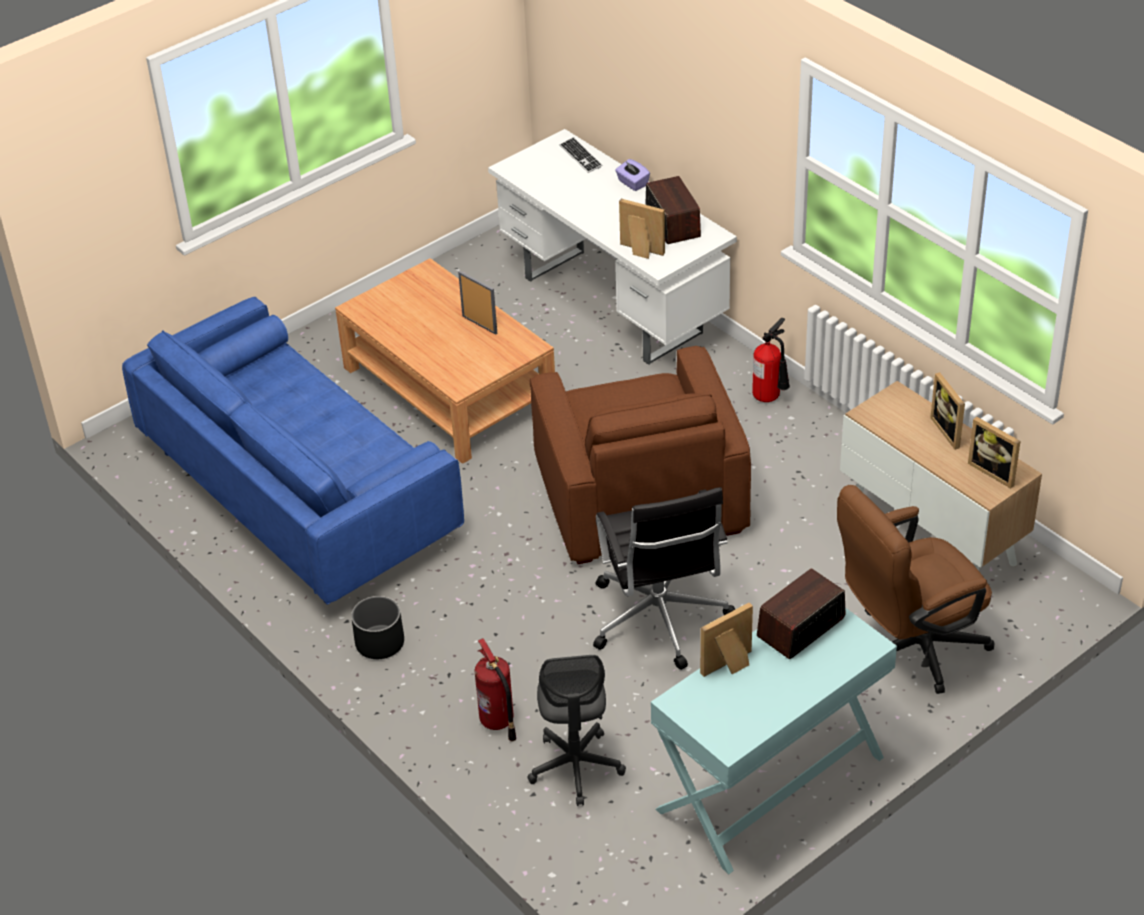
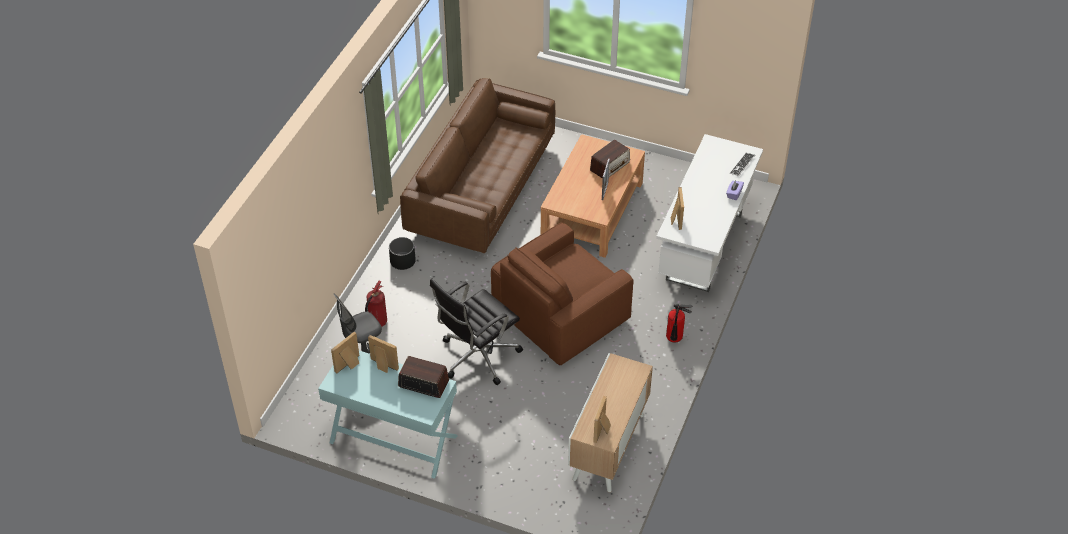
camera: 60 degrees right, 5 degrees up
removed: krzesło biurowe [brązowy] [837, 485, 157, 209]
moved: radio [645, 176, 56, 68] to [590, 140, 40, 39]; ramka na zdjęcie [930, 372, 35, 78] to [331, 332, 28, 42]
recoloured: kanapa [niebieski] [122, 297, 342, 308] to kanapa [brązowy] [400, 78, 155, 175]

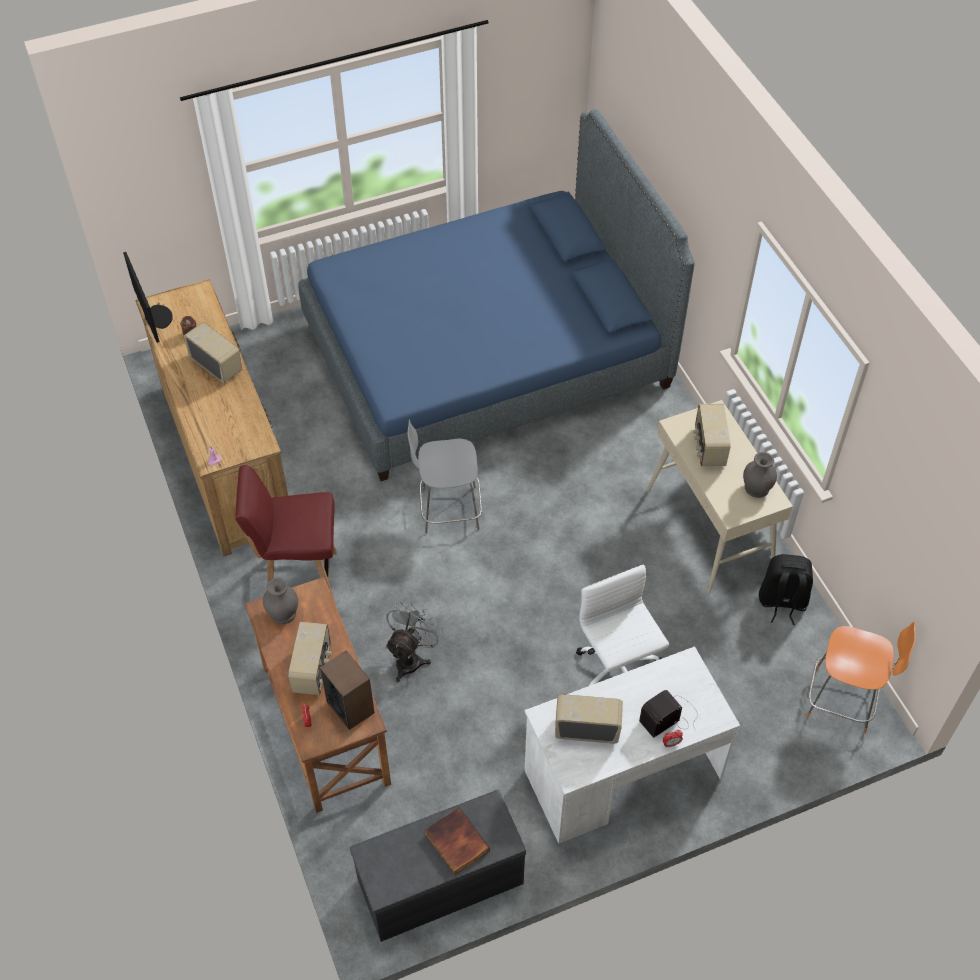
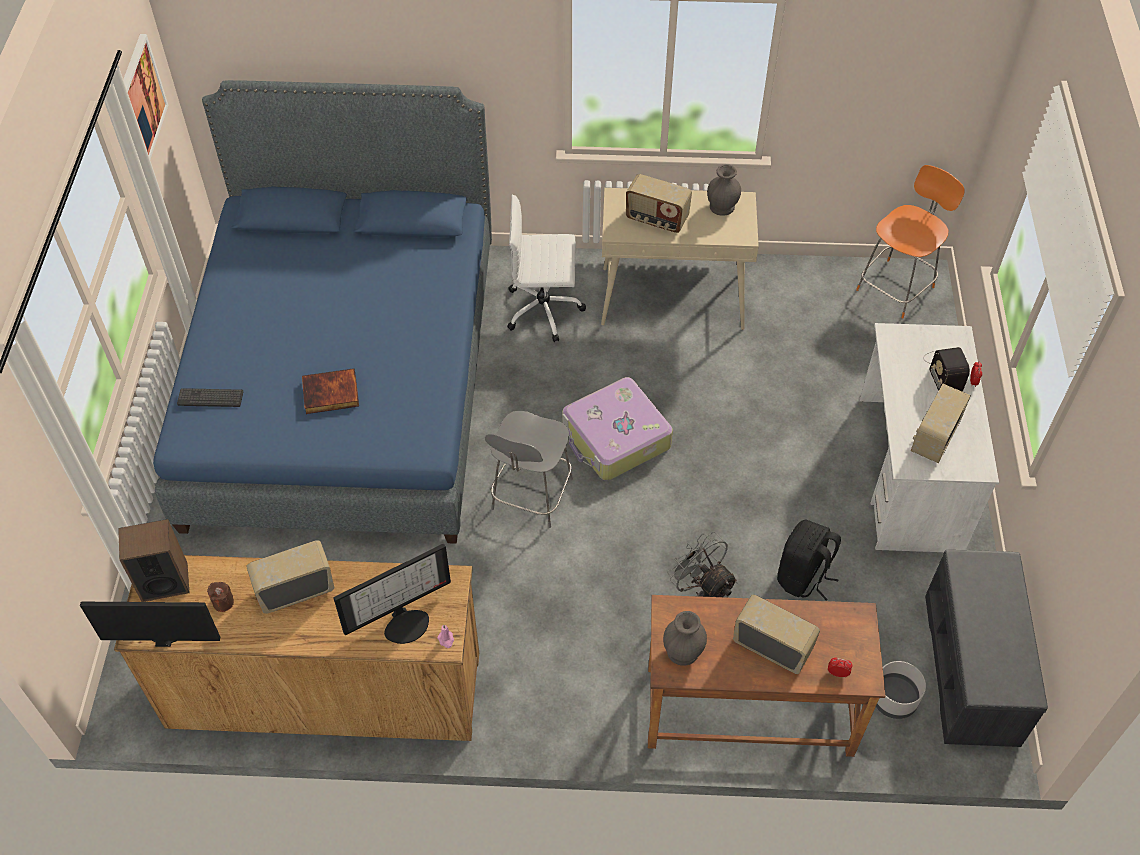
camera: 65 degrees left, 0 degrees up
removed: krzesło [czerwony] [235, 465, 102, 140]
added: obraz [123, 34, 45, 125]; walizka [563, 377, 110, 104]; klawiatura [177, 388, 66, 19]; monitor [333, 544, 118, 100]; donica [szary] [876, 661, 50, 58]
moved: plecak [czarny] [759, 554, 54, 71] to [777, 520, 64, 80]; krzesło biurowe [biały] [576, 564, 93, 122] to [507, 195, 79, 147]; głośnik [320, 651, 55, 79] to [118, 519, 71, 83]; książka [424, 807, 66, 69] to [302, 368, 57, 46]

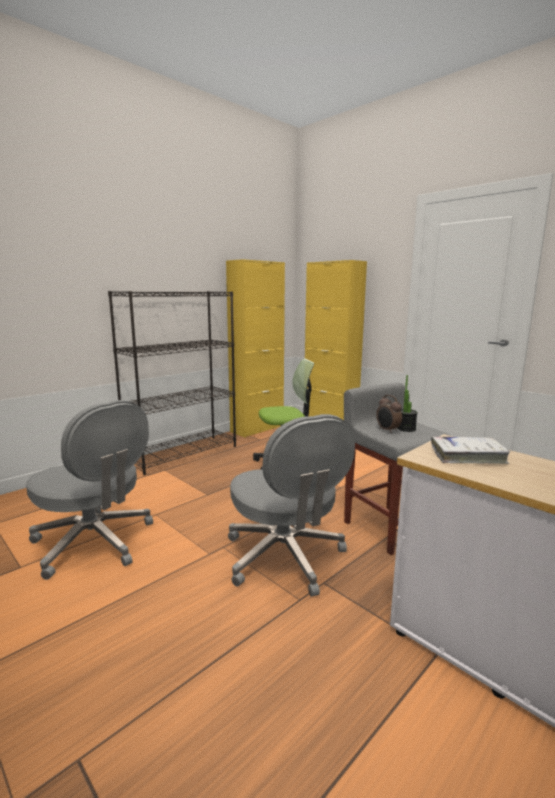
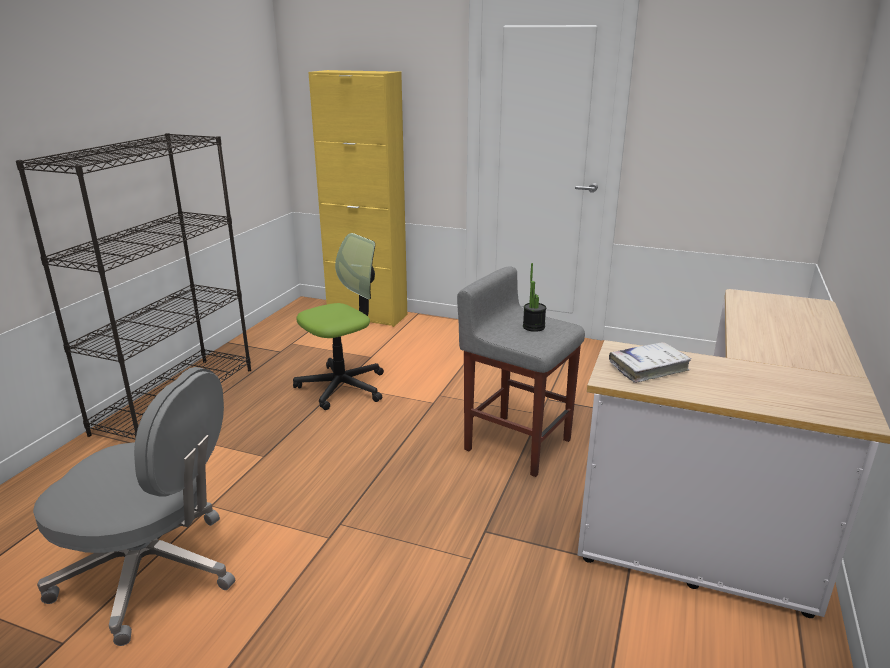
camera: 25 degrees left, 10 degrees up
removed: szafka [żółty] [226, 259, 59, 179]; budzik [376, 395, 26, 38]; krzesło biurowe [szary] [228, 414, 127, 182]

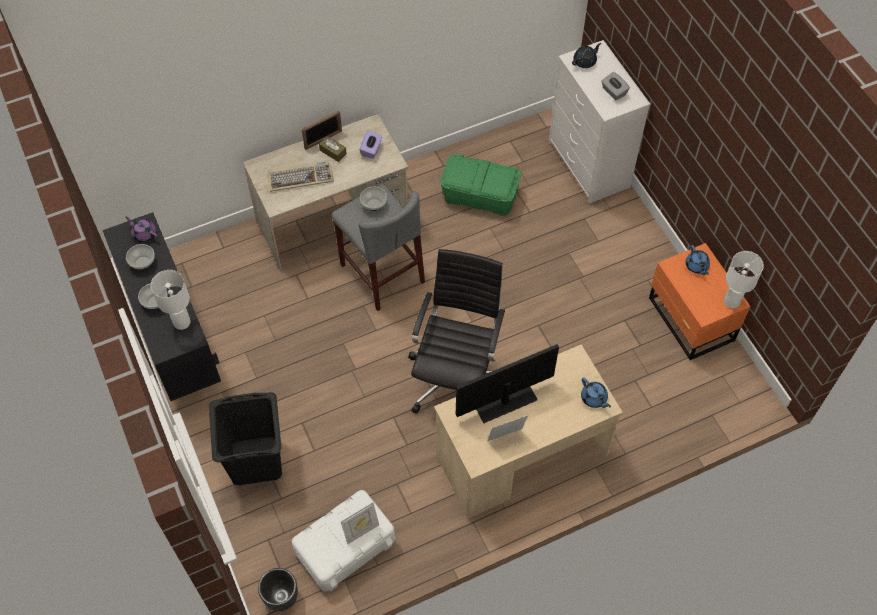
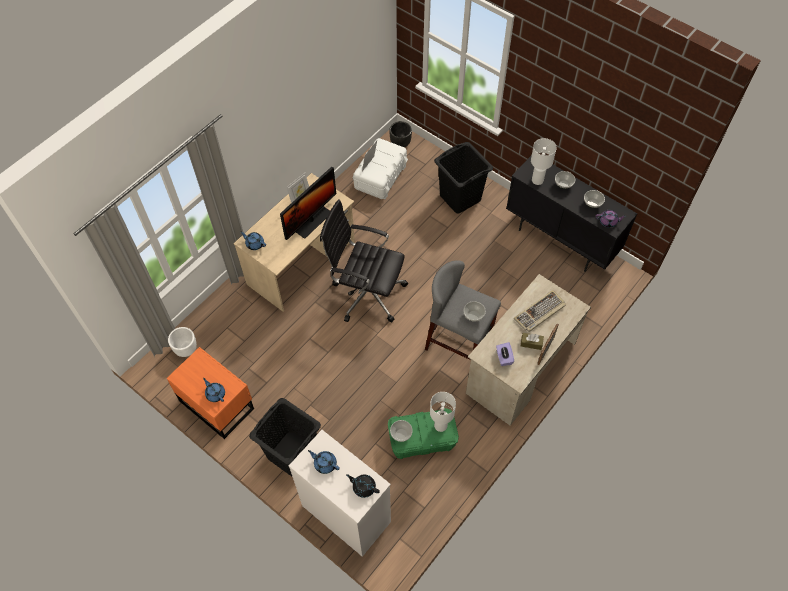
camera: 155 degrees right, 0 degrees up
added: donica [biały] [168, 327, 29, 30]; kosz na pranie [czarny] [249, 398, 72, 78]; miska [390, 420, 23, 22]
moved: lampa stołowa [biały] [724, 251, 40, 57] to [430, 392, 26, 40]
replaced: pudełko chusteczek [szary] [601, 72, 29, 28] to imbryk [niebieski] [308, 450, 32, 24]
turned: imbryk [czarny] [572, 43, 29, 25] = [346, 474, 34, 24] 90 degrees clockwise; krzesło biurowe [czarny] [408, 249, 98, 165] = [320, 199, 88, 123] 120 degrees clockwise

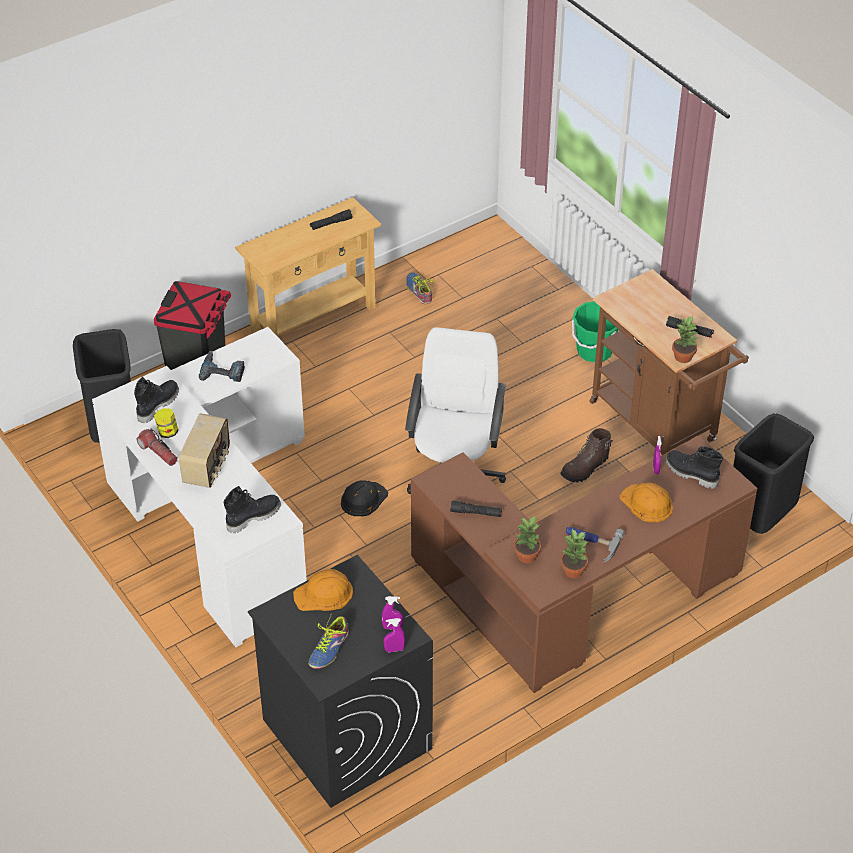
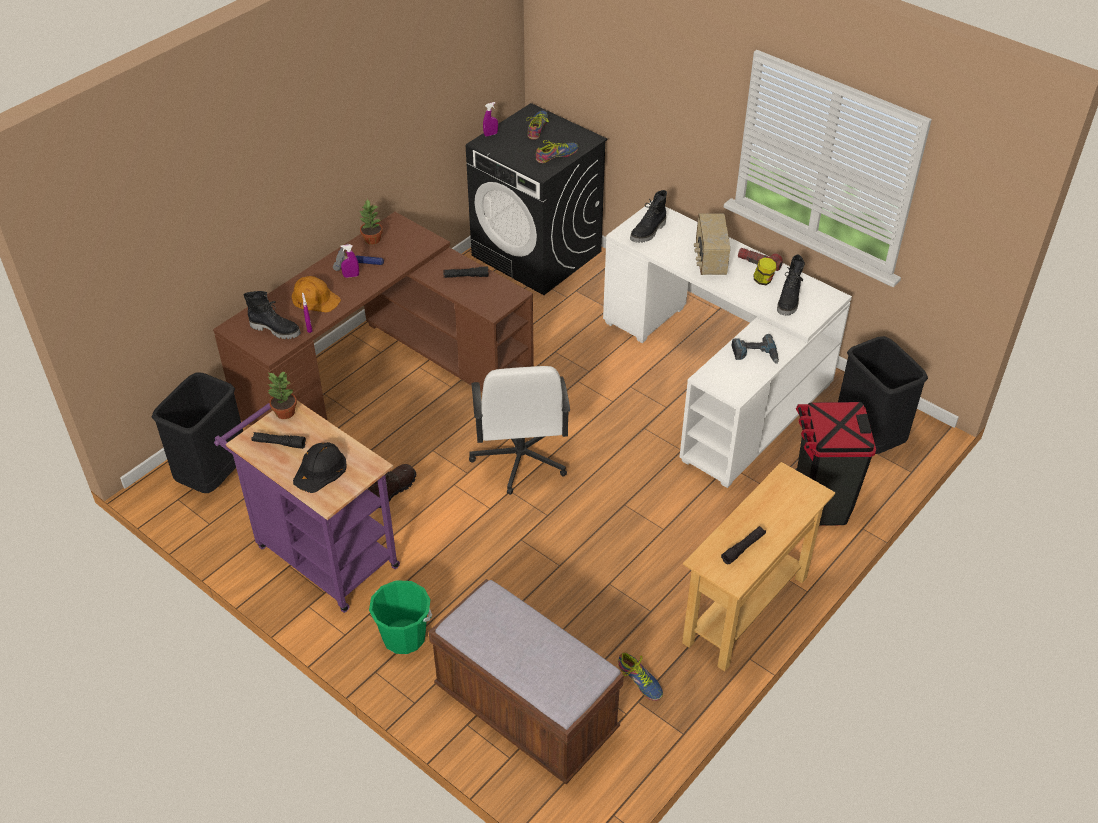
camera: 165 degrees right, 0 degrees up
removed: roślina doniczkowa [514, 517, 27, 46]
added: ławka [brązowy] [429, 579, 195, 205]
moved: kask [czarny] [341, 480, 47, 36] to [293, 442, 54, 51]; spryskiwacz [fioletowy] [382, 596, 21, 33] to [340, 244, 19, 34]
replaced: kask [pomarańczowy] [293, 569, 60, 42] to but [536, 140, 43, 23]
recoloured: wózek [brązowy] [590, 269, 159, 187] to wózek [fioletowy] [214, 398, 186, 215]

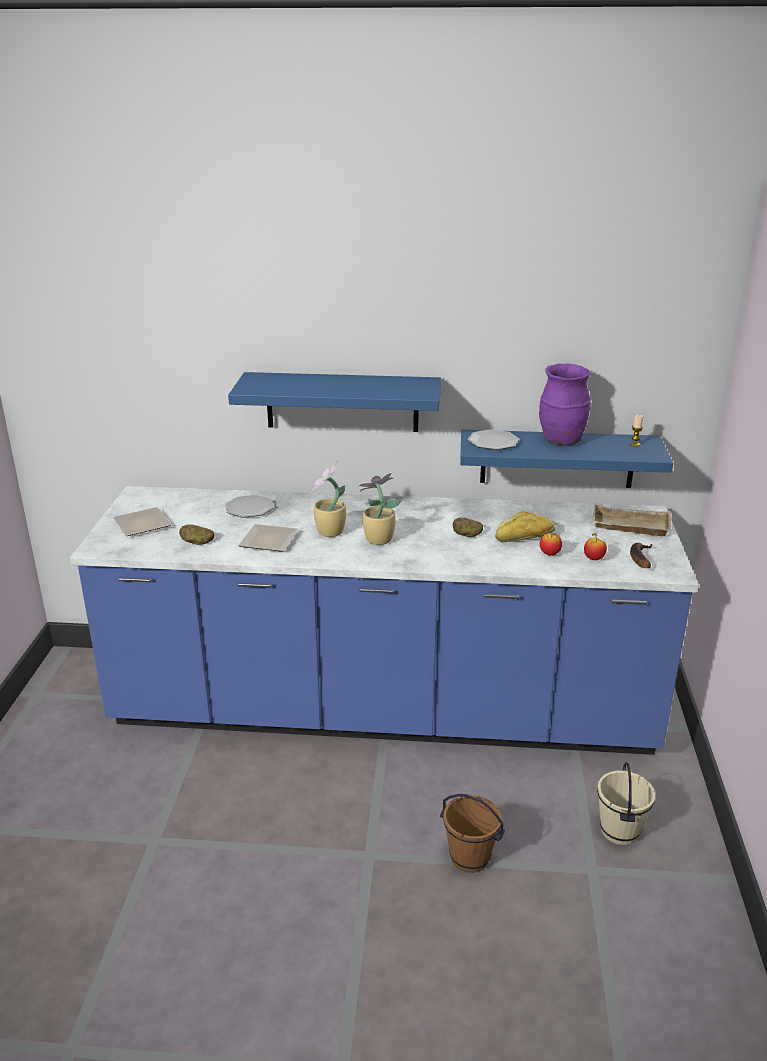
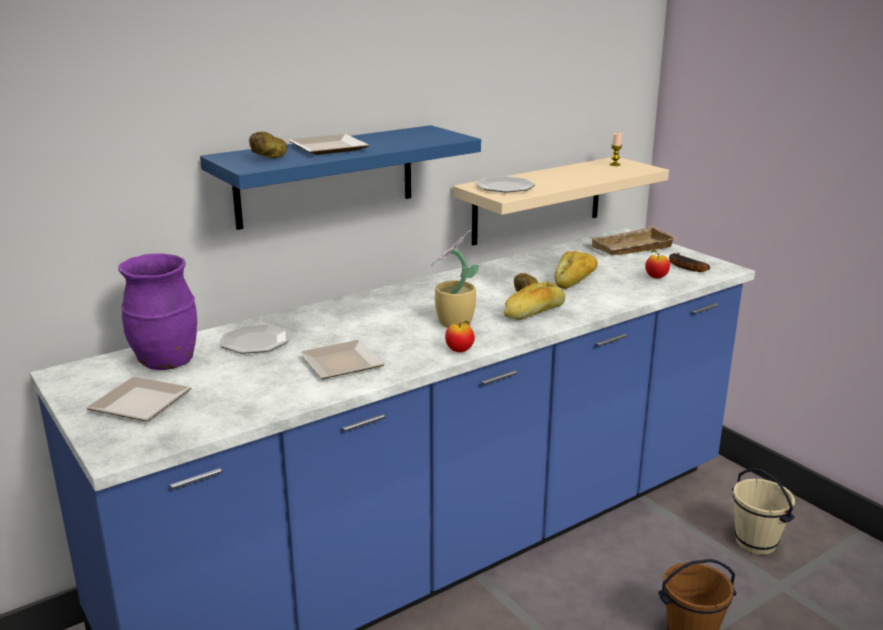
camera: 40 degrees left, 5 degrees down
removed: roślina doniczkowa [311, 460, 35, 77]
added: talerz [289, 134, 80, 21]; chleb [504, 281, 61, 39]
moved: wazon [fioletowy] [539, 363, 52, 82] to [118, 253, 79, 117]; ziemniak [179, 524, 35, 21] to [249, 132, 38, 26]; jabłko [540, 533, 22, 23] to [445, 321, 30, 31]
recoloured: półka [niebieski] [460, 429, 213, 59] to półka [beżowy] [453, 157, 216, 88]

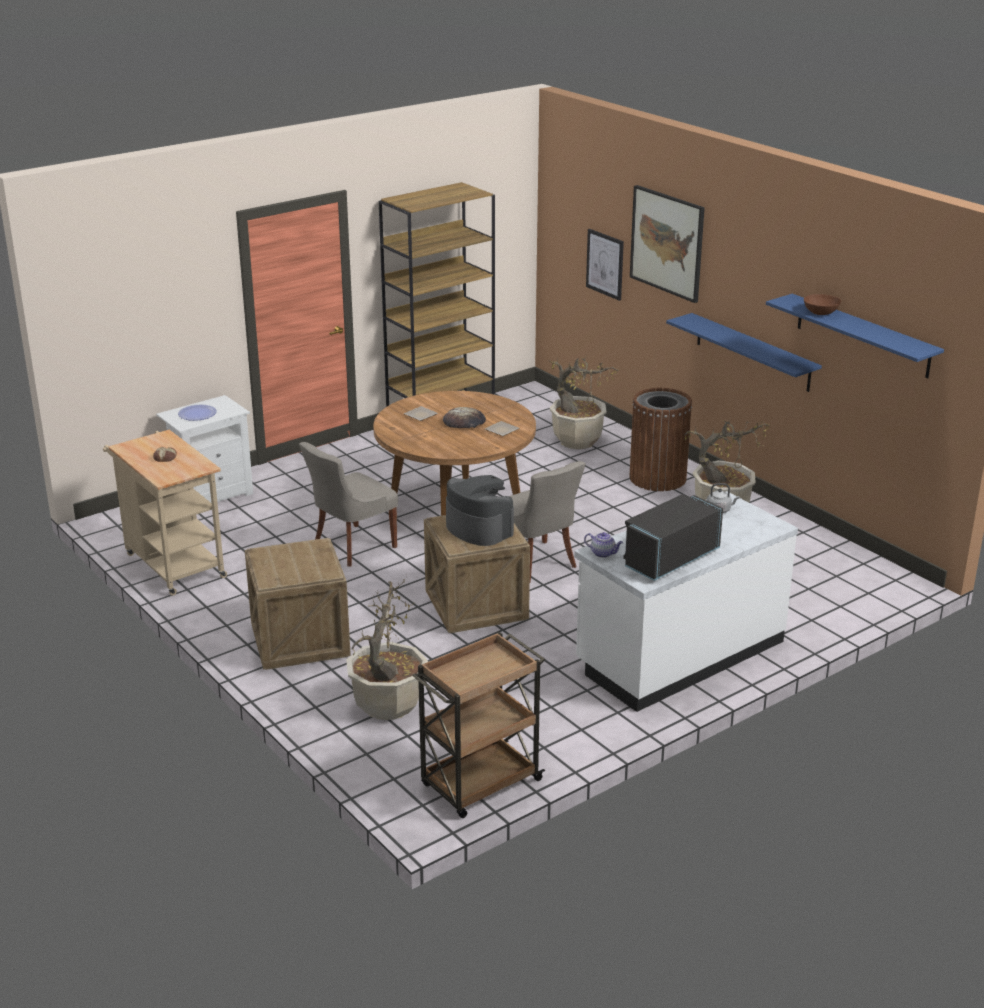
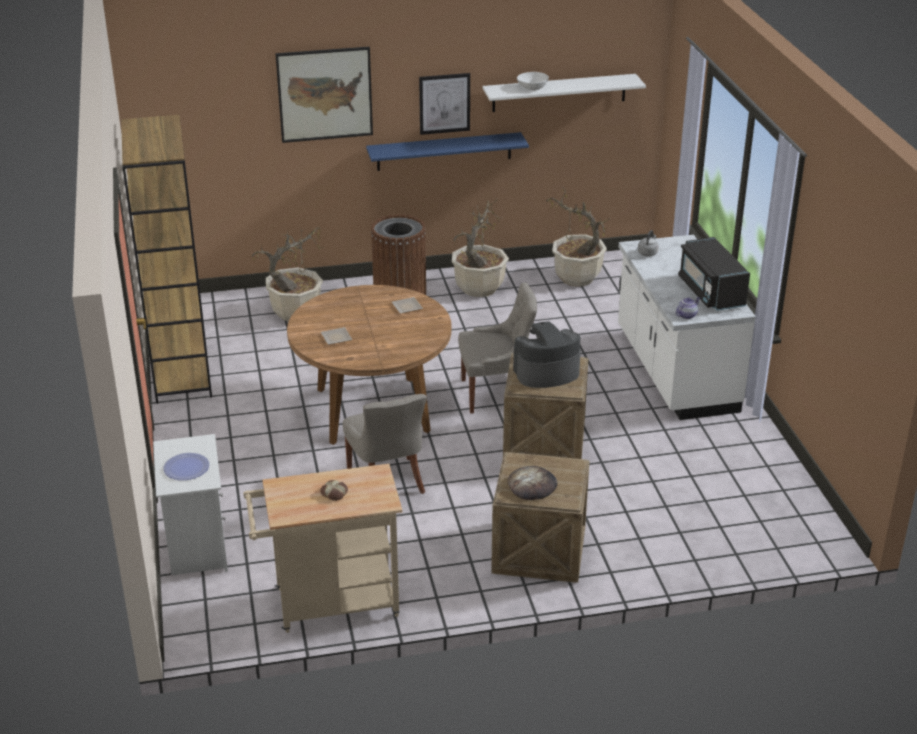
camera: 65 degrees left, 5 degrees up
removed: wózek [brązowy] [412, 632, 133, 186]
moved: obraz [586, 229, 38, 72] to [419, 73, 51, 62]; chleb [443, 407, 43, 21] to [508, 466, 49, 34]; roślina doniczkowa [346, 575, 82, 145] to [546, 187, 64, 100]
recoloured: półka [niebieski] [766, 294, 178, 84] to półka [biały] [482, 74, 164, 38]; miska [brązowy] [804, 294, 37, 21] to miska [biały] [517, 72, 32, 18]

